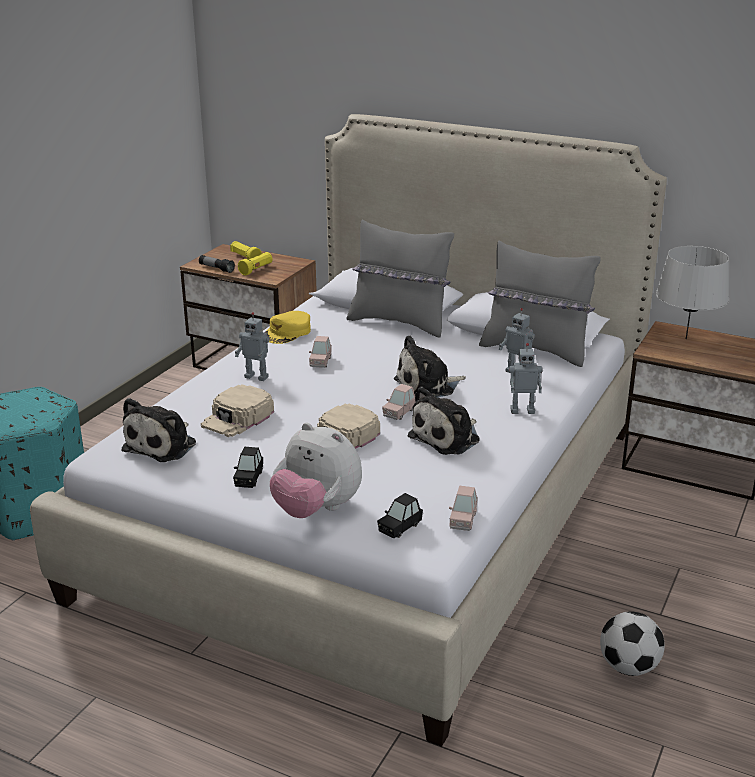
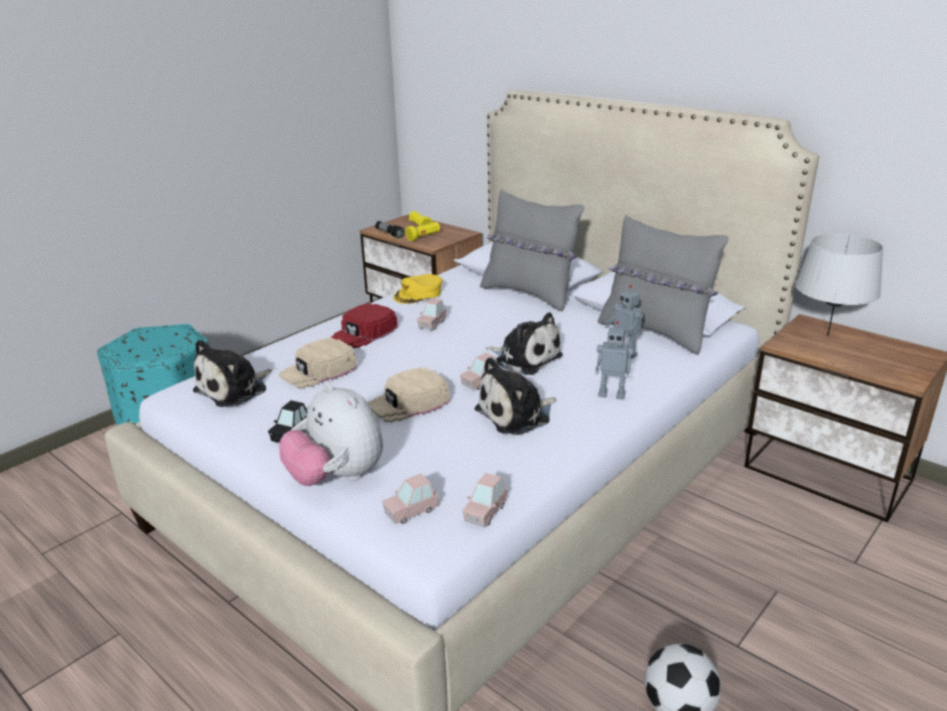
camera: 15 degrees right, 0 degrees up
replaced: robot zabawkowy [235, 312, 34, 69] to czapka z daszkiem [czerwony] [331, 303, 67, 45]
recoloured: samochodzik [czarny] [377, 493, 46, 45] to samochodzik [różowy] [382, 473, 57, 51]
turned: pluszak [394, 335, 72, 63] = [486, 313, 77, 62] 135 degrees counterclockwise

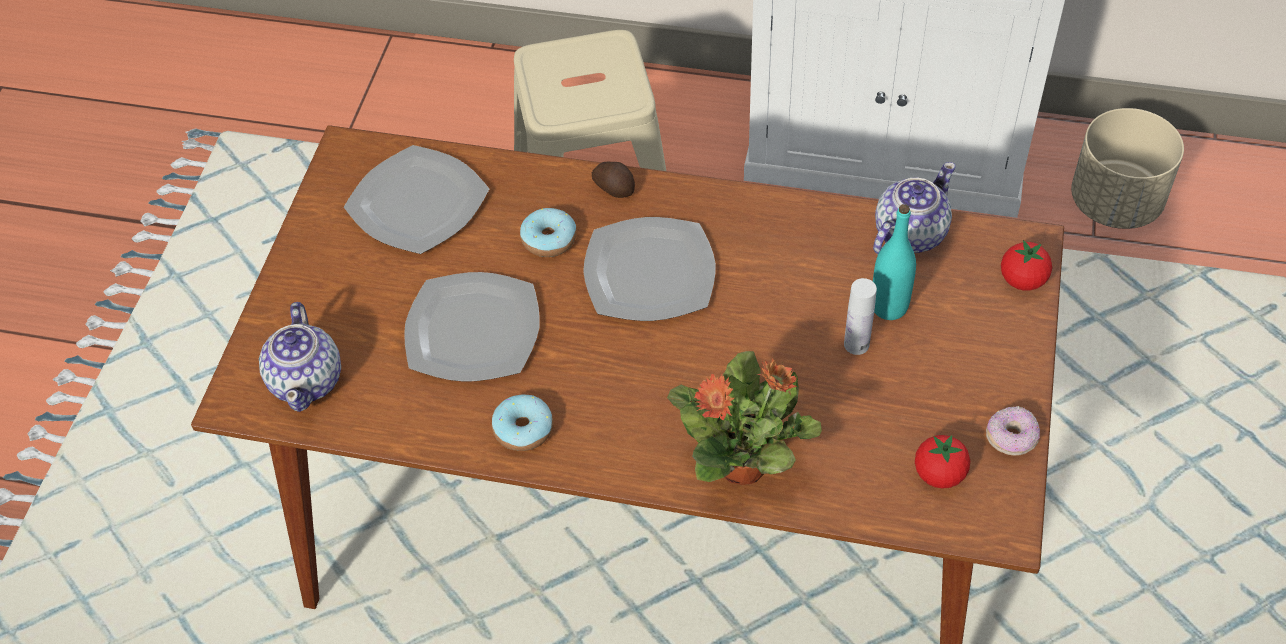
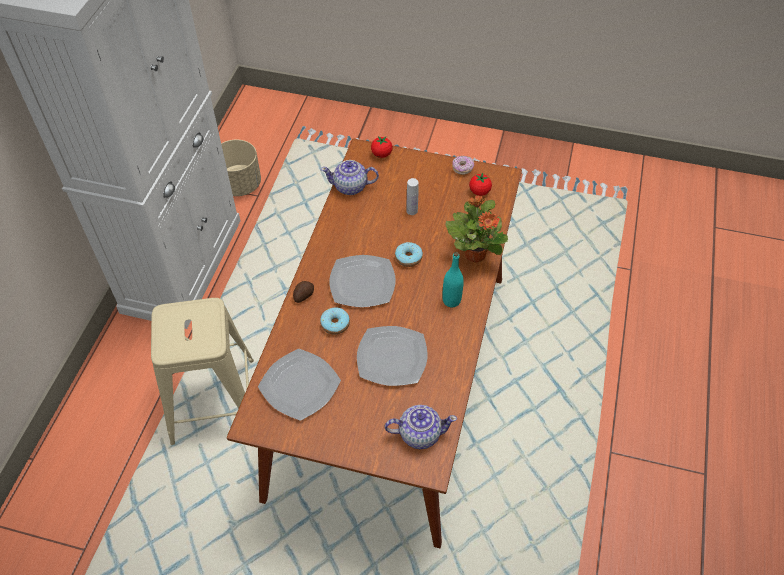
camera: 90 degrees left, 0 degrees up
moved: butelka [turkusowy] [873, 204, 43, 116] to [442, 252, 22, 55]; donut [492, 395, 61, 56] to [395, 242, 28, 25]
turned: imbryk [873, 162, 83, 92] = [321, 160, 58, 35] 45 degrees counterclockwise

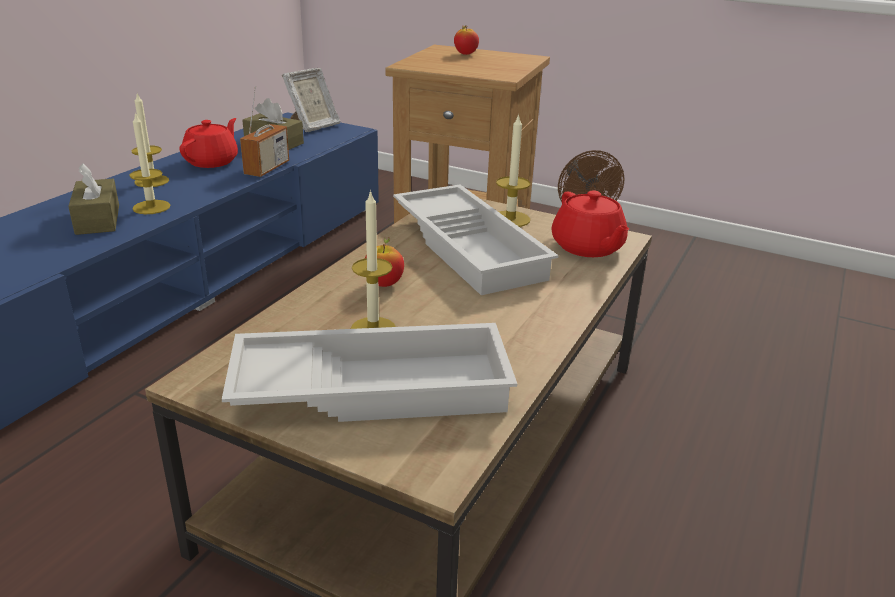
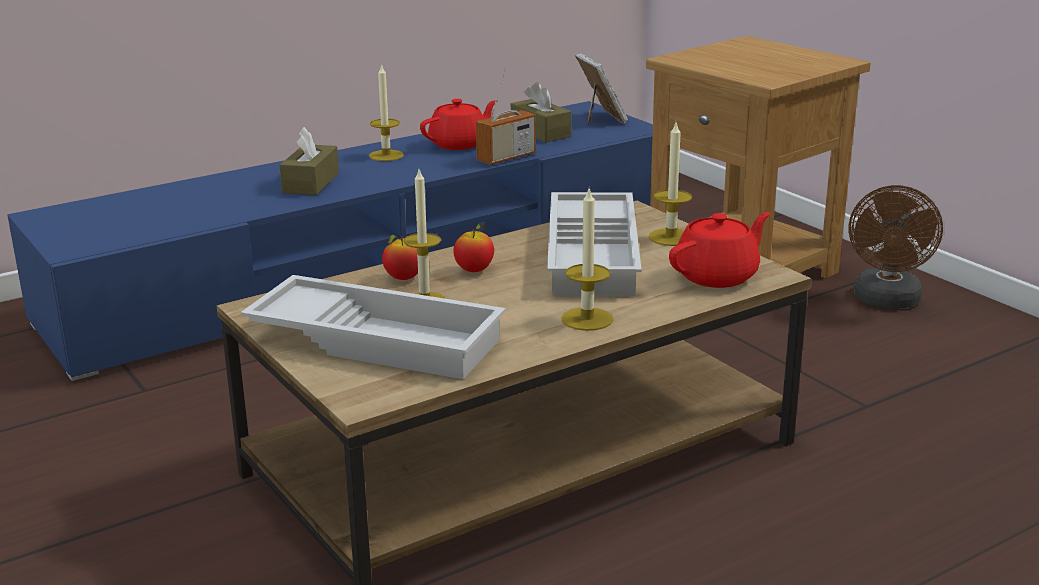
camera: 30 degrees right, 5 degrees down
moved: jabłko [454, 26, 25, 29] to [382, 235, 36, 45]; świeca [129, 112, 41, 102] to [561, 189, 52, 142]
turned: ramka na zdjęcie [282, 68, 58, 64] = [575, 53, 53, 72] 90 degrees counterclockwise; imbryk [czerwony] [551, 190, 78, 67] = [669, 212, 102, 76] 135 degrees counterclockwise

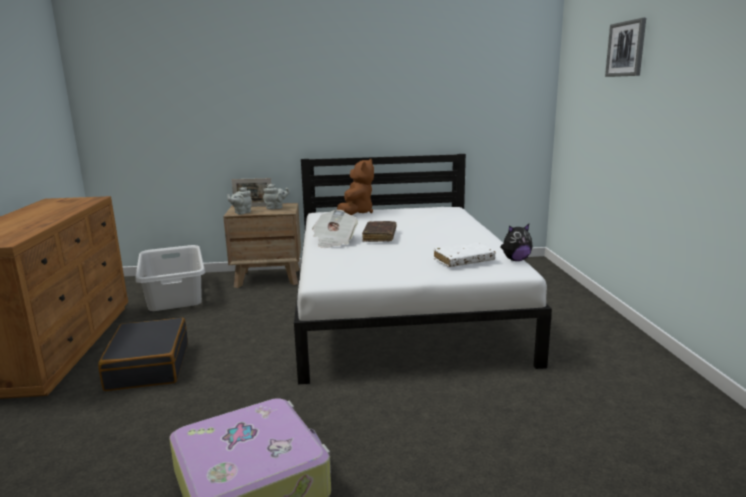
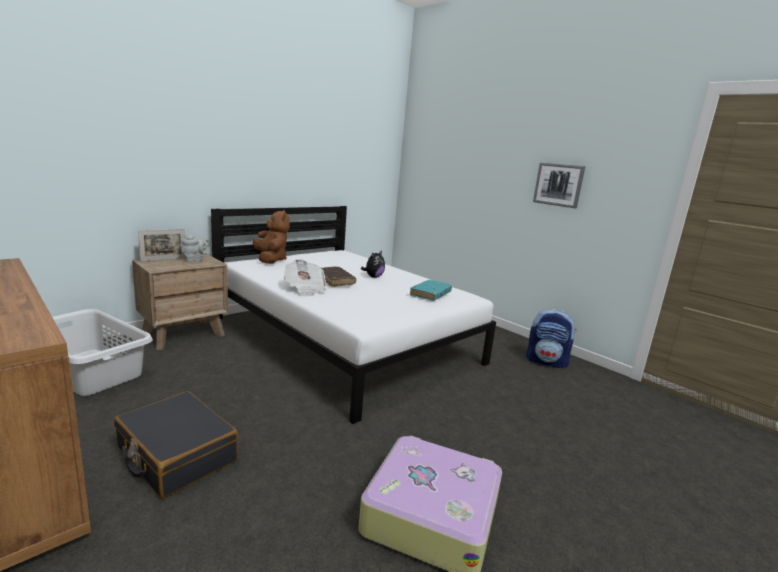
camera: 40 degrees left, 0 degrees up
removed: imbryk [szary] [227, 187, 25, 28]
added: plecak [526, 309, 50, 60]
moved: obraz [605, 18, 41, 59] to [533, 162, 52, 47]; pluszak [500, 224, 33, 37] to [361, 251, 24, 27]
recoloured: książka [biały] [434, 243, 62, 24] to książka [turkusowy] [410, 280, 42, 21]

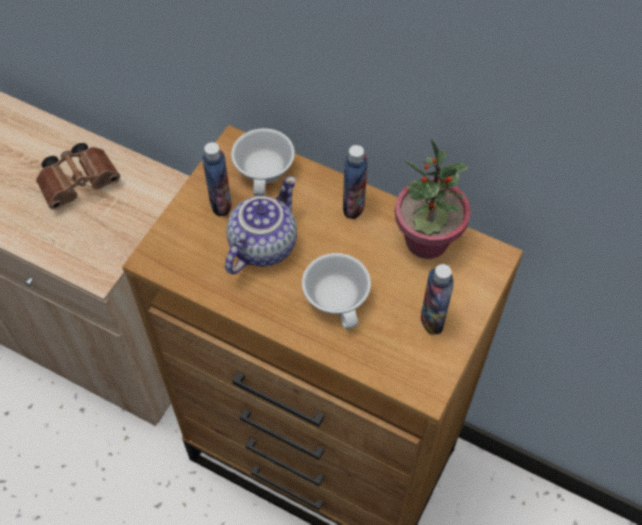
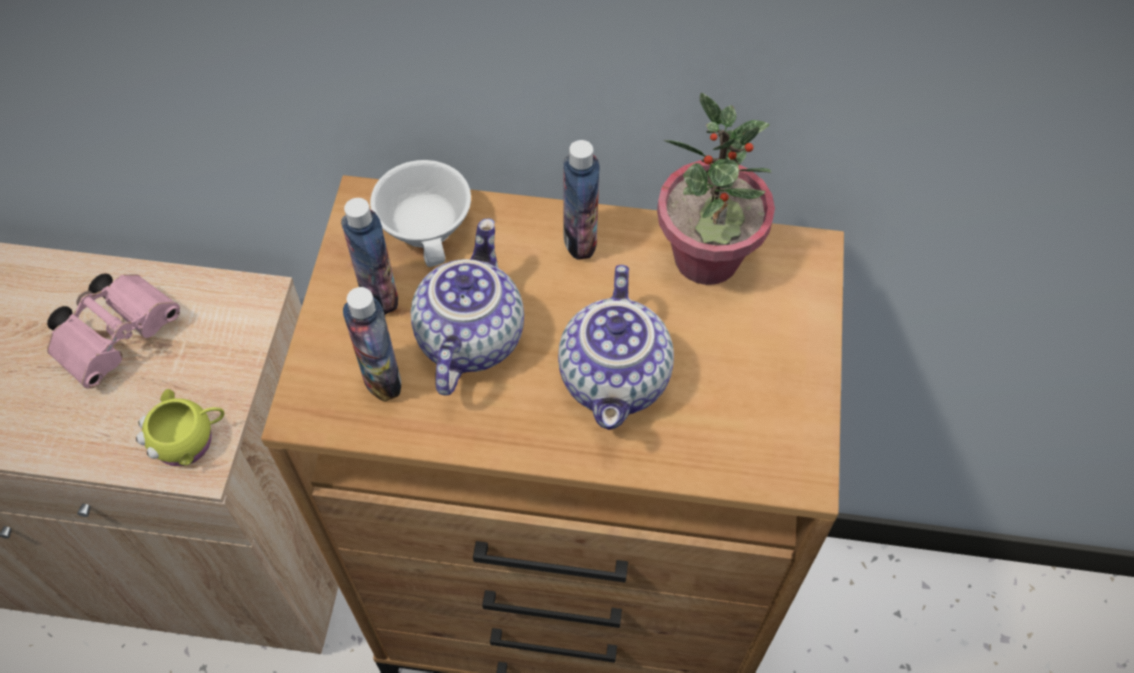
camera: 20 degrees left, 0 degrees up
added: kubek [żółty] [136, 389, 88, 77]
moved: butelka [421, 264, 33, 71] to [343, 287, 58, 115]
replaced: filiżanka [biały] [302, 253, 69, 76] to imbryk [558, 265, 116, 165]
recoloured: lornetka [brązowy] [36, 143, 84, 67] to lornetka [różowy] [47, 273, 133, 116]

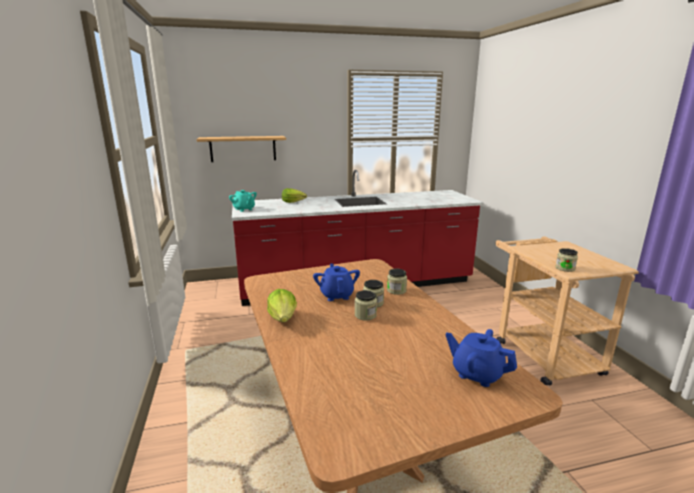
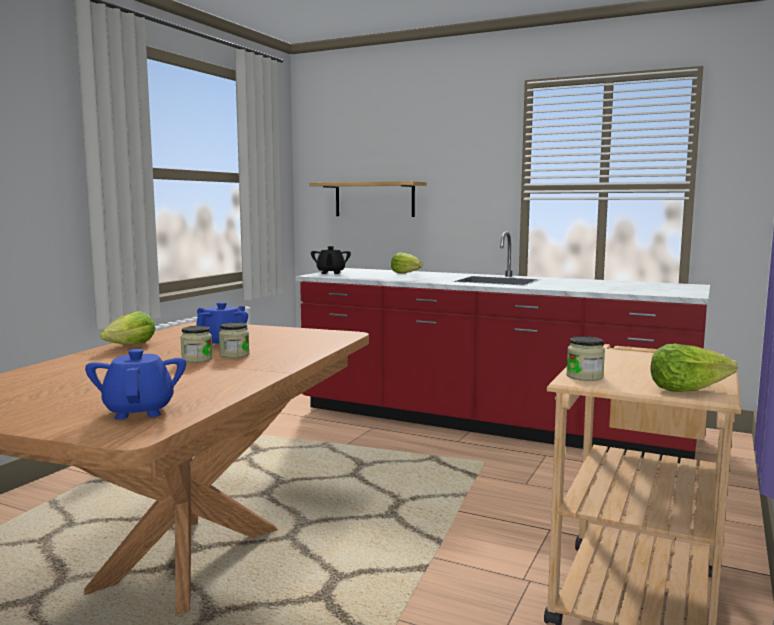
camera: 40 degrees right, 10 degrees down
removed: słoik [387, 269, 20, 26]
added: sałata [651, 344, 86, 48]
recoloured: imbryk [turkusowy] [229, 190, 28, 22] to imbryk [czarny] [311, 246, 40, 28]

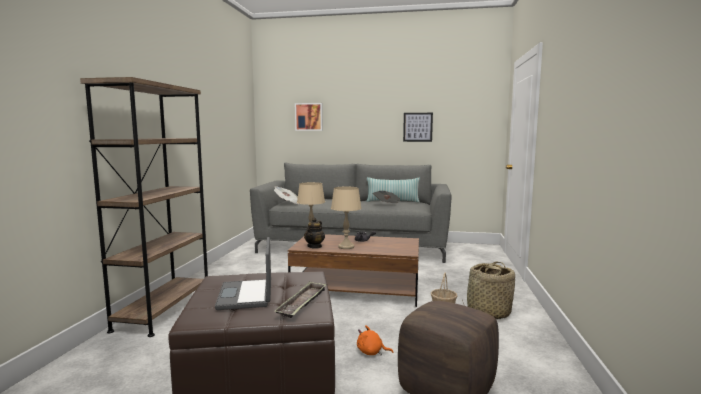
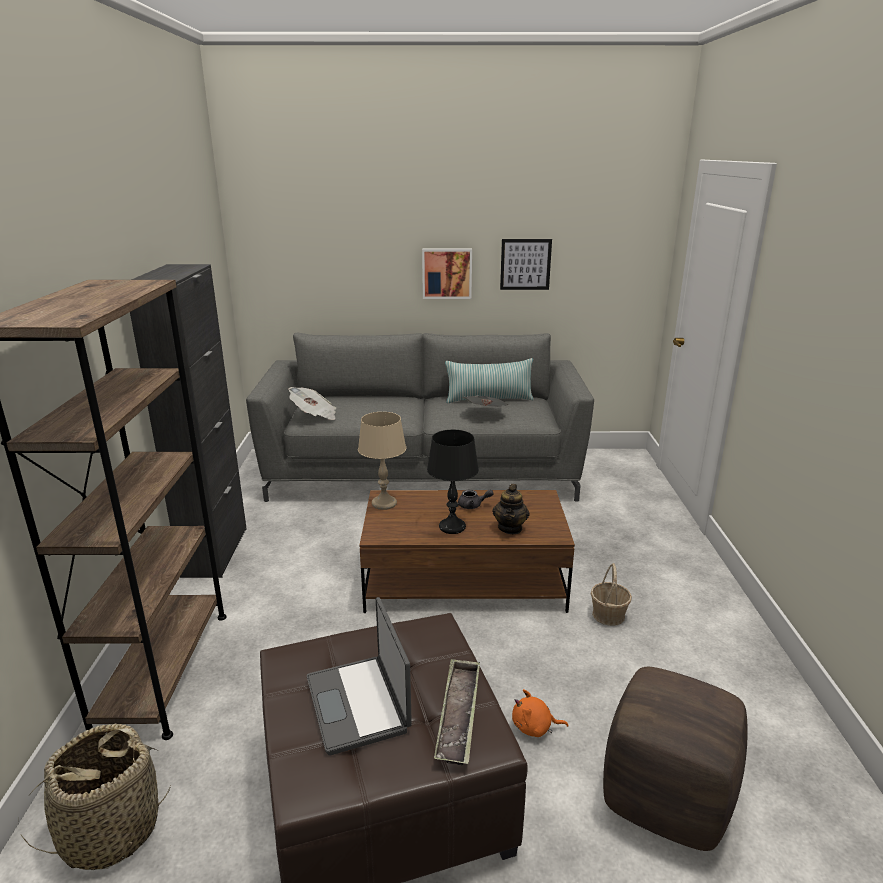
camera: 10 degrees left, 15 degrees up
added: szafka [czarny] [130, 264, 117, 314]
moved: obraz [295, 103, 28, 28] to [422, 248, 50, 51]; imbryk [304, 218, 21, 31] to [492, 484, 38, 50]; koszyk [462, 261, 53, 58] to [18, 723, 153, 147]
recoloured: lampa stołowa [beżowy] [331, 187, 31, 62] to lampa stołowa [czarny] [427, 430, 52, 104]

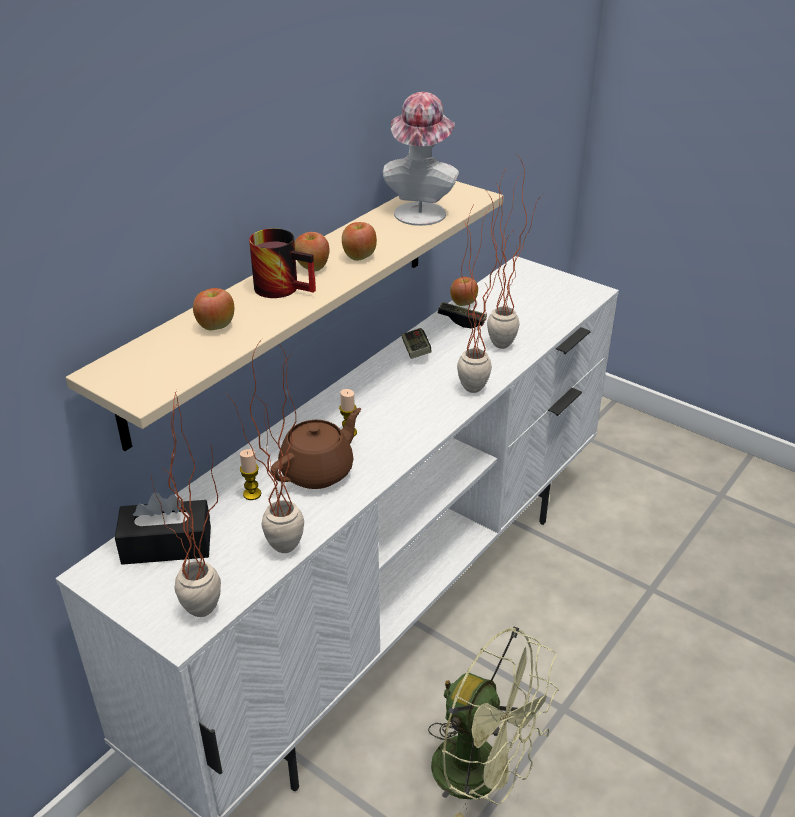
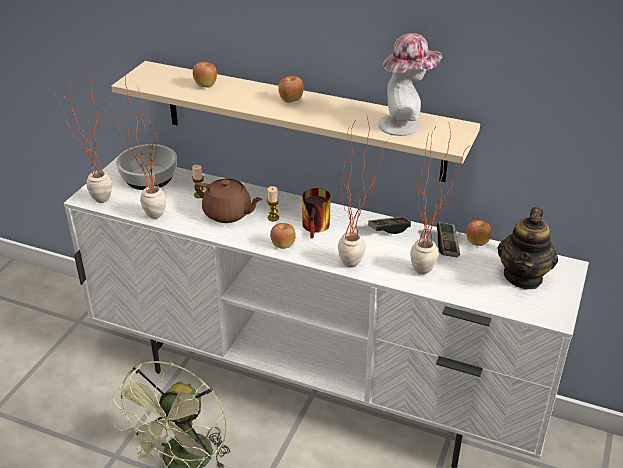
camera: 75 degrees right, 0 degrees up
added: imbryk [498, 207, 60, 82]
moved: jabłko [342, 222, 35, 39] to [270, 223, 26, 26]; kubek [249, 228, 67, 70] to [302, 188, 28, 50]
replaced: pudełko chusteczek [czarny] [115, 492, 96, 73] to miska [116, 144, 61, 46]

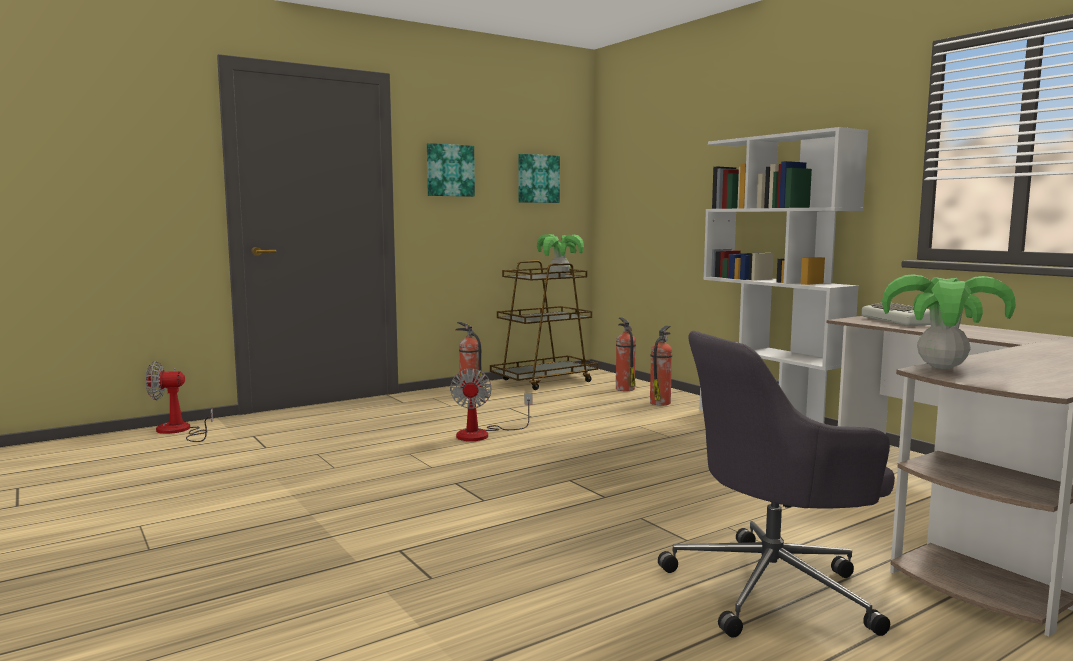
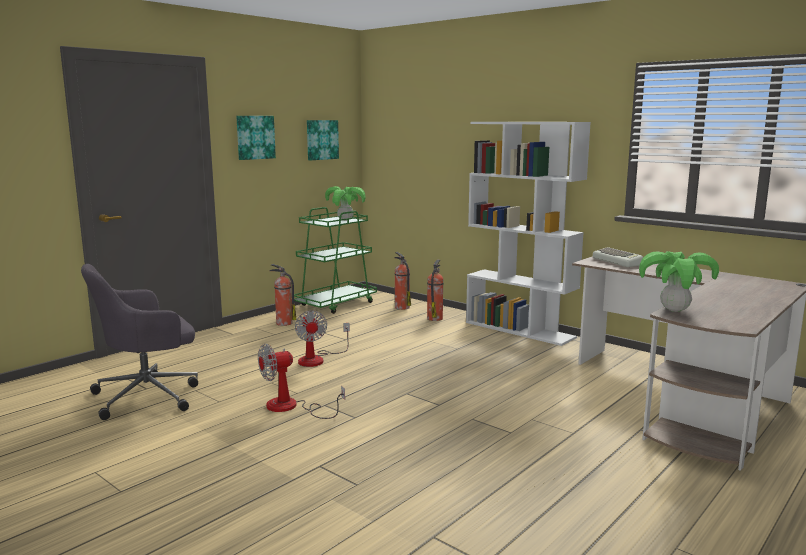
camera: 15 degrees left, 5 degrees up
moved: krzesło biurowe [szary] [658, 331, 237, 307] to [81, 264, 117, 156]; wentylator [146, 361, 67, 81] to [258, 344, 87, 75]
recoloured: wózek [brązowy] [490, 260, 108, 130] to wózek [zielony] [294, 207, 83, 107]

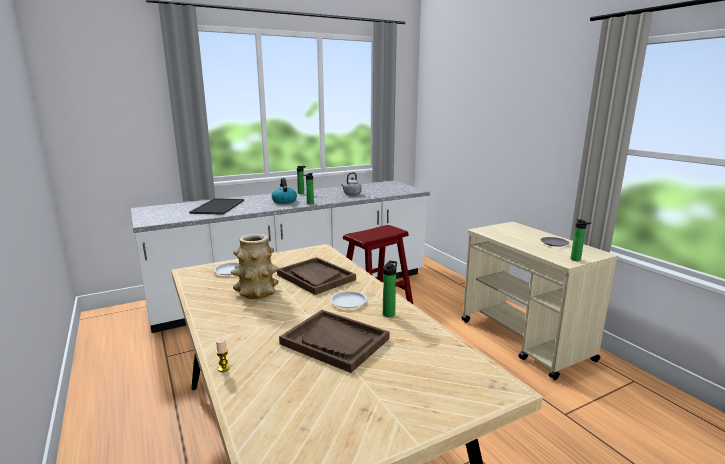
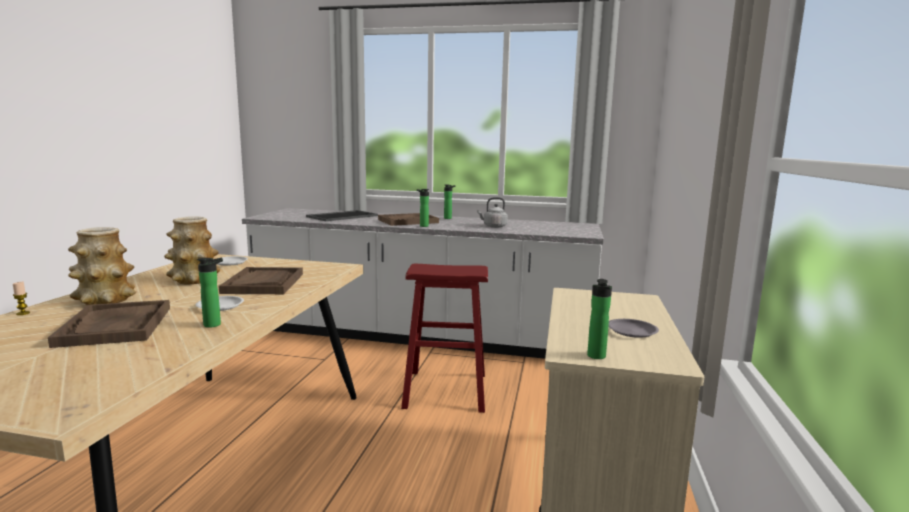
camera: 40 degrees right, 5 degrees down
added: wazon [68, 227, 68, 78]
replaced: czajnik [272, 178, 25, 26] to taca [brązowy] [378, 213, 61, 13]

